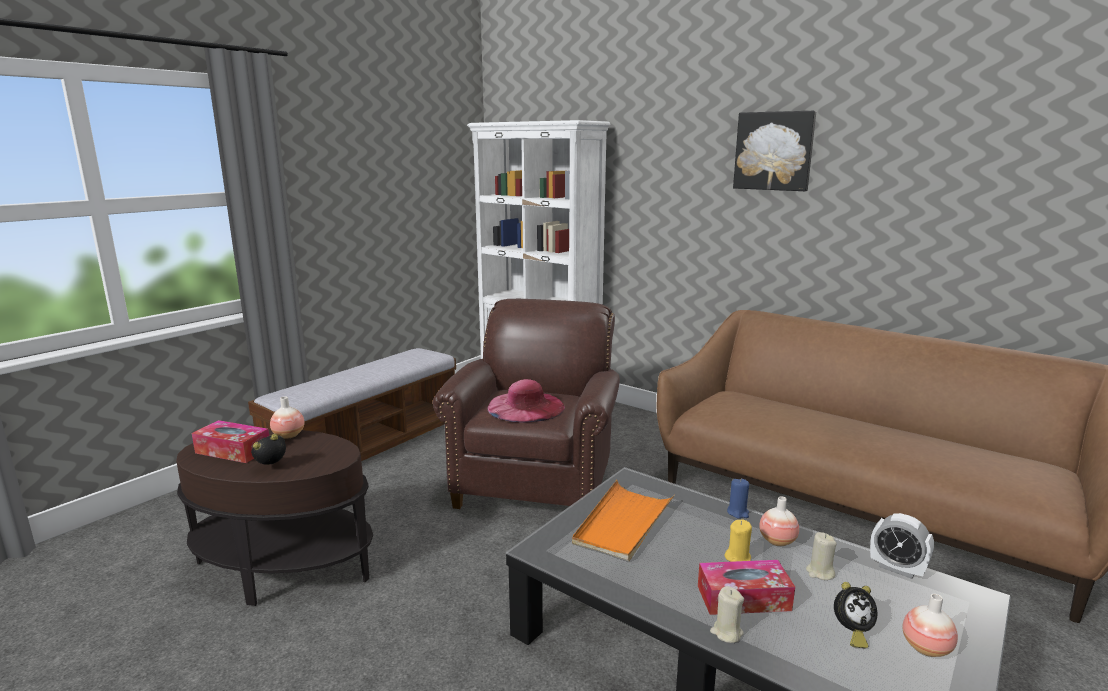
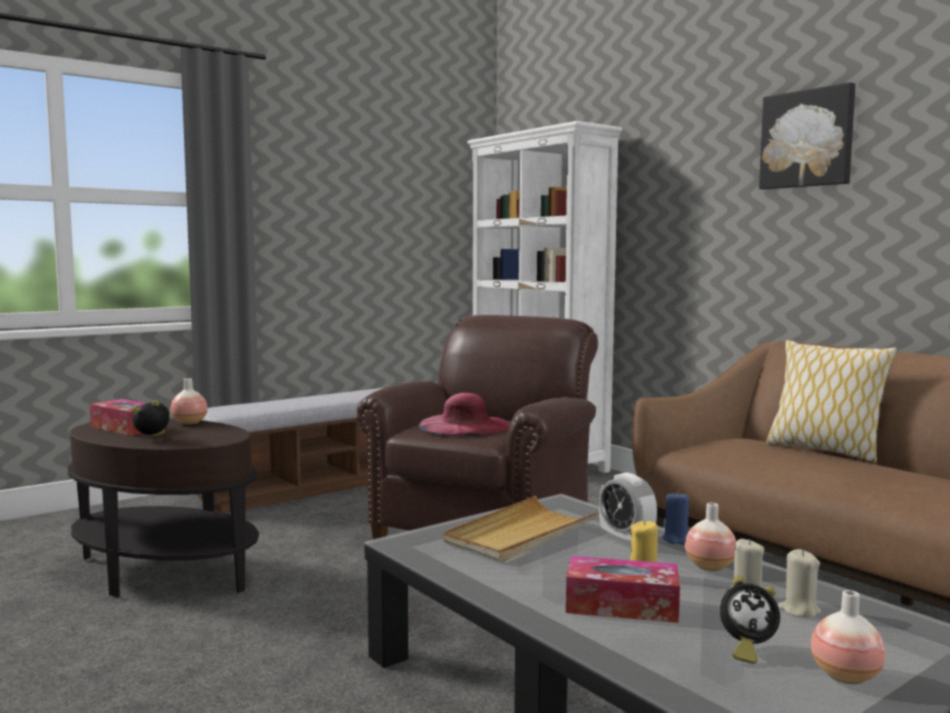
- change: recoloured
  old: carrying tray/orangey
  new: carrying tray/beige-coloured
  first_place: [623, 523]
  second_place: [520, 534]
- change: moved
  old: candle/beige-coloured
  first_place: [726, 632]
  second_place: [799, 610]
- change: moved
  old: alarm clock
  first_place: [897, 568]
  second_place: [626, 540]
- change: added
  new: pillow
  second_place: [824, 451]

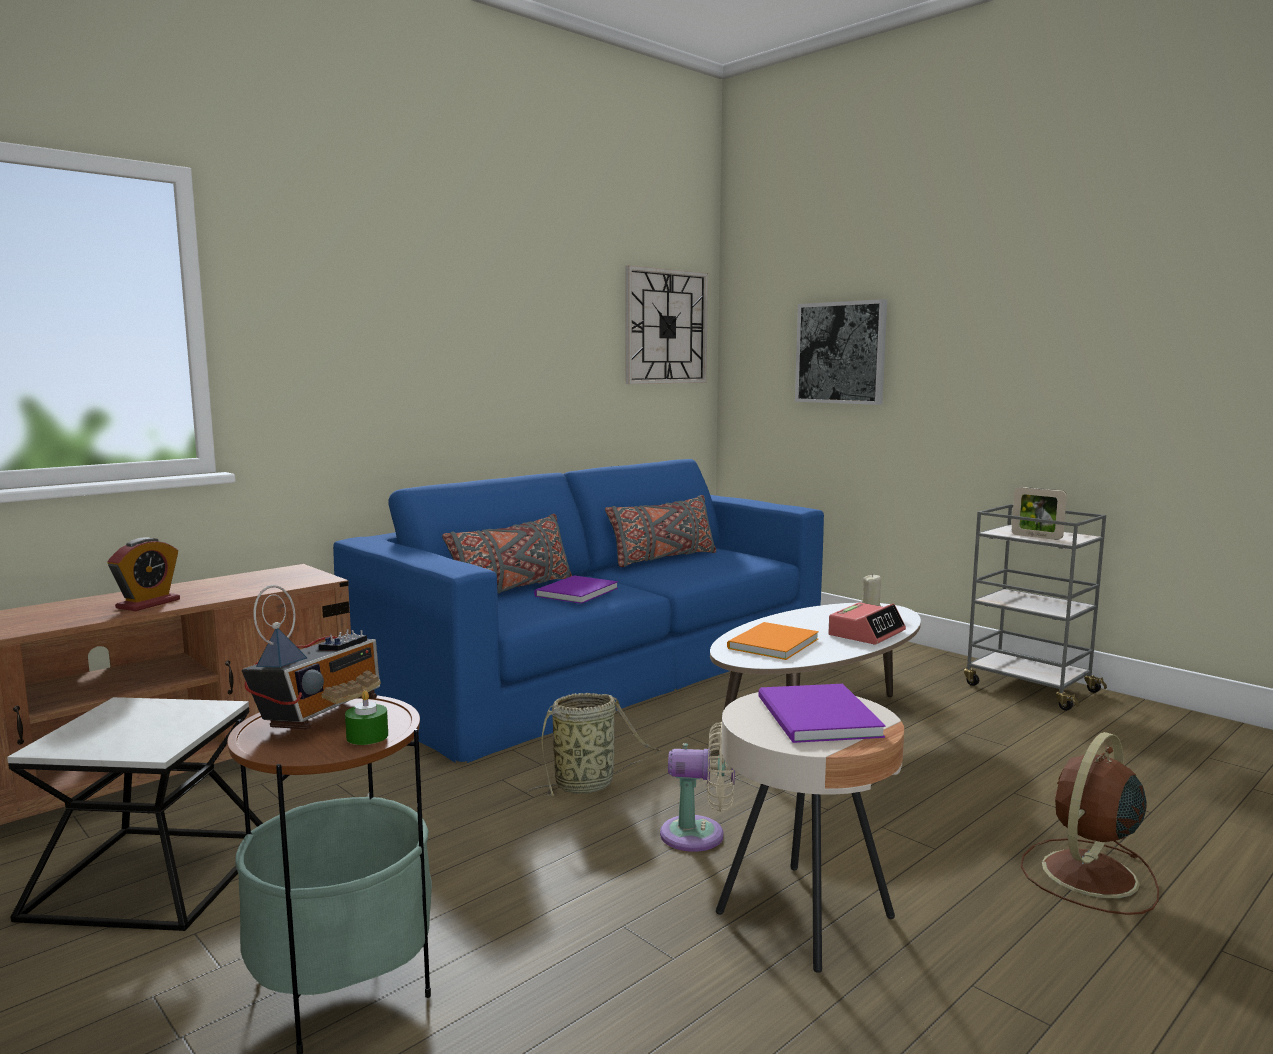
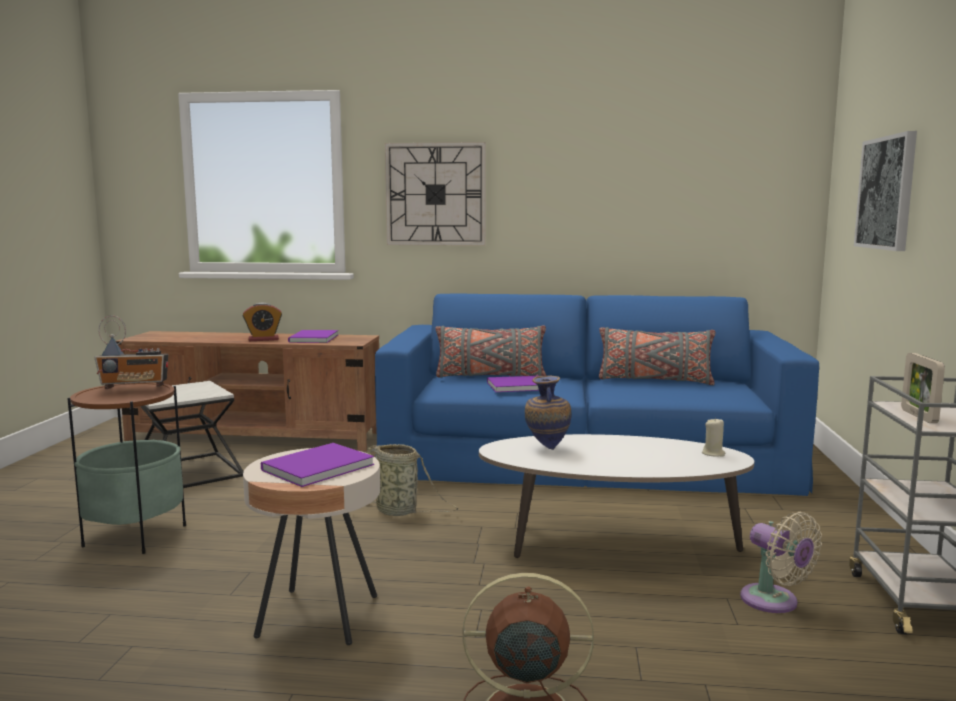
- change: removed
  old: candle/green-coloured
  first_place: [367, 736]
- change: moved
  old: clock on the wall
  first_place: [666, 327]
  second_place: [435, 194]
- change: moved
  old: electric fan/beige-coloured
  first_place: [699, 835]
  second_place: [774, 602]
- change: replaced
  old: bound book/orangey
  new: flower vase
  first_place: [770, 644]
  second_place: [546, 448]
- change: removed
  old: alarm clock
  first_place: [866, 633]
- change: added
  new: bound book/purplish
  second_place: [312, 338]

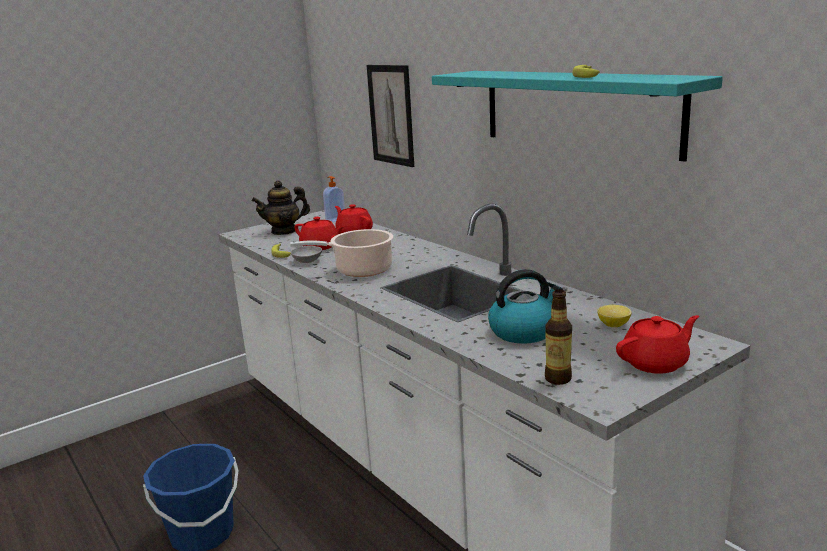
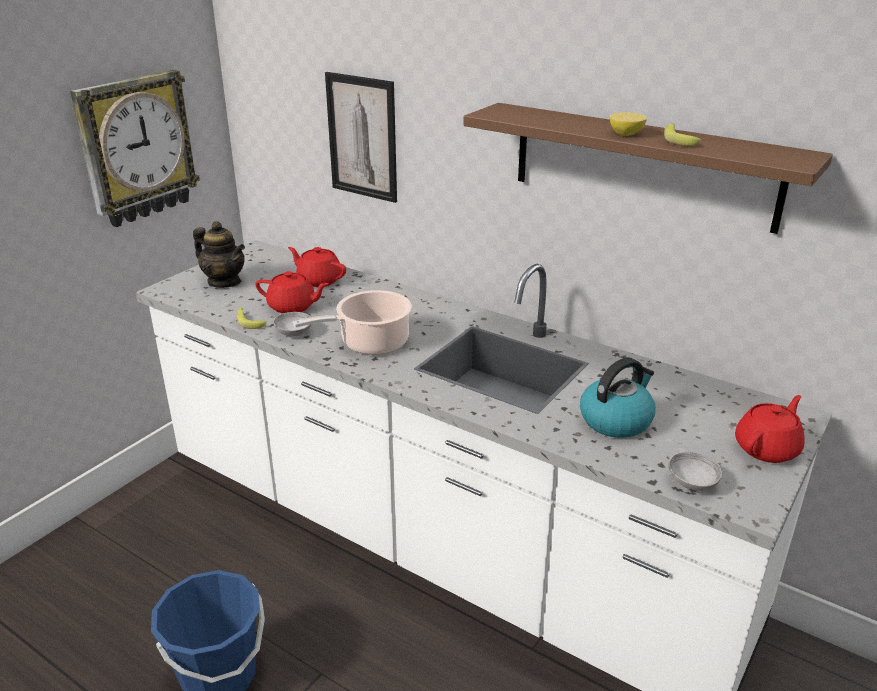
- change: turned
  old: teapot
  first_place: [284, 231]
  second_place: [224, 282]
  degrees: -105
- change: removed
  old: soap bottle
  first_place: [335, 219]
- change: recoloured
  old: bracket shelf/turquoise
  new: bracket shelf/brown-coloured
  first_place: [576, 110]
  second_place: [642, 165]
- change: replaced
  old: bottle
  new: bowl/greyish
  first_place: [558, 379]
  second_place: [692, 482]
- change: moved
  old: lemon
  first_place: [613, 325]
  second_place: [626, 134]
- change: added
  new: clock on the wall
  second_place: [136, 148]

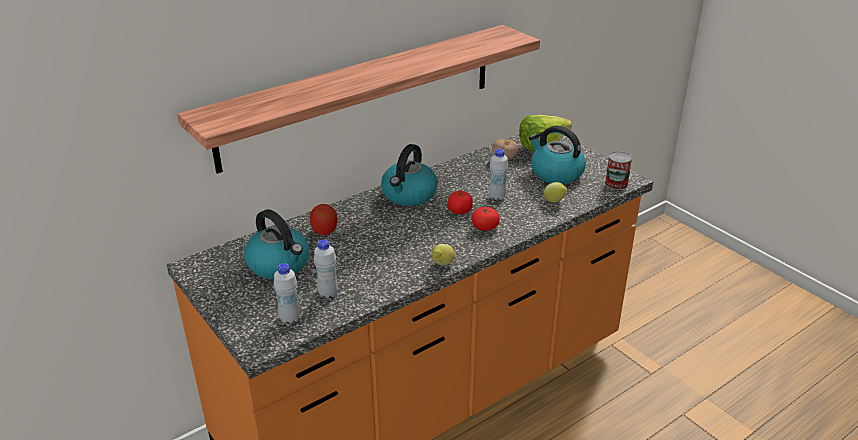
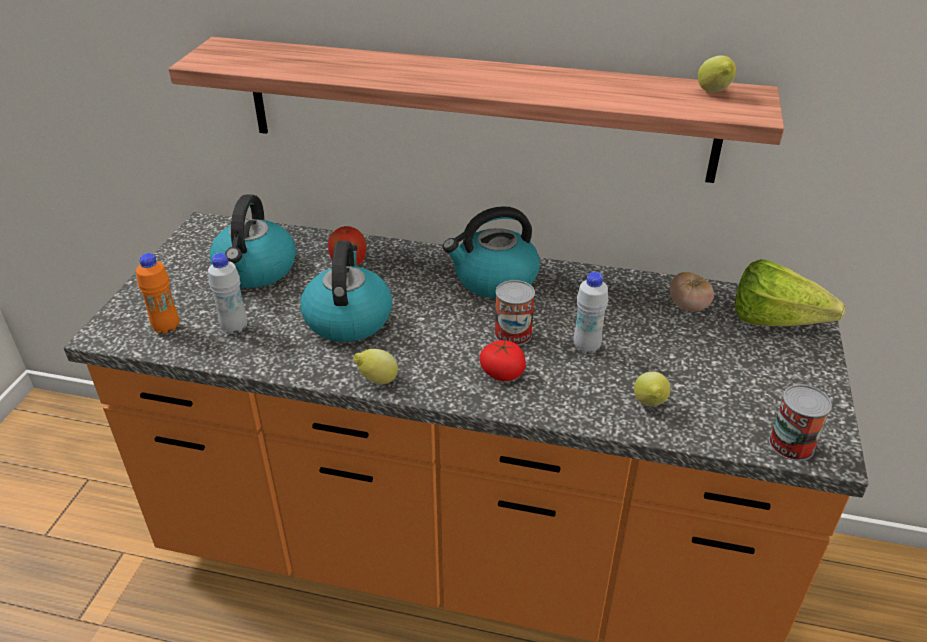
- change: recoloured
  old: bottle/white-coloured
  new: bottle/orangey
  first_place: [290, 319]
  second_place: [166, 327]
- change: replaced
  old: fresh tomato
  new: metal can
  first_place: [460, 210]
  second_place: [513, 333]
- change: moved
  old: tea kettle
  first_place: [555, 173]
  second_place: [348, 318]
- change: added
  new: lemon
  second_place: [714, 93]

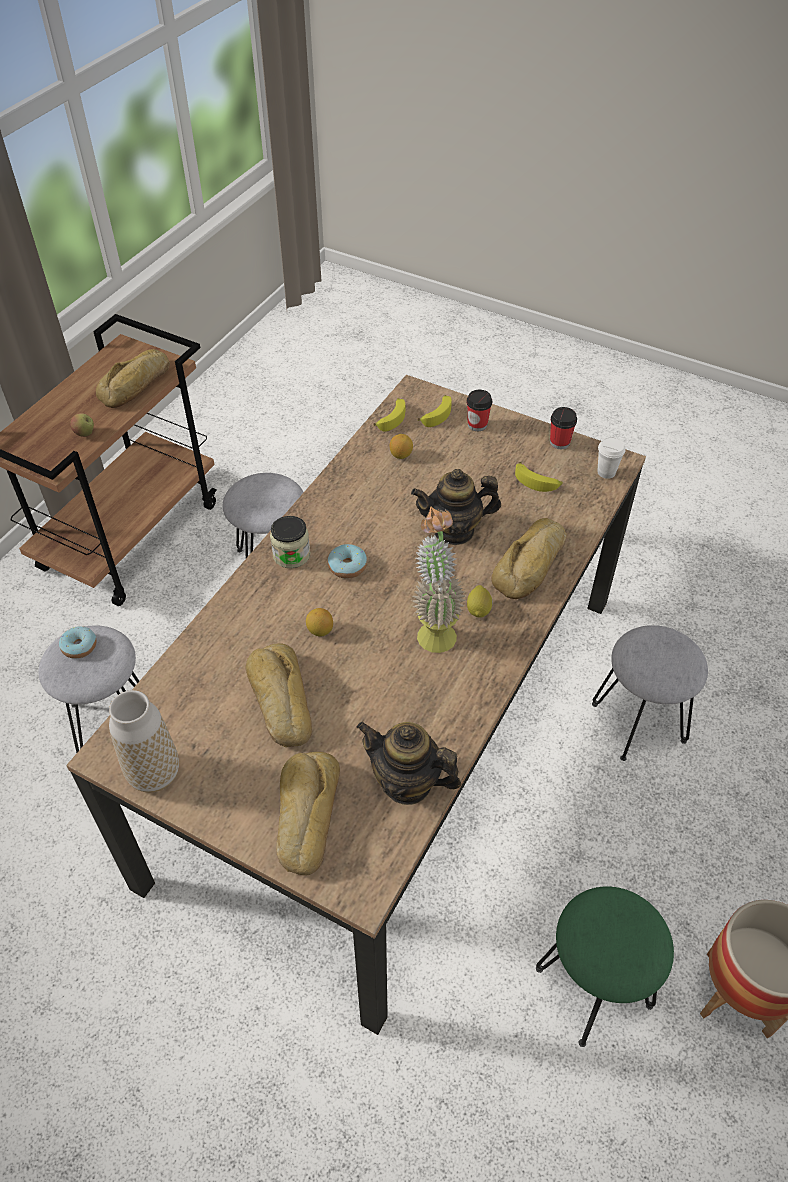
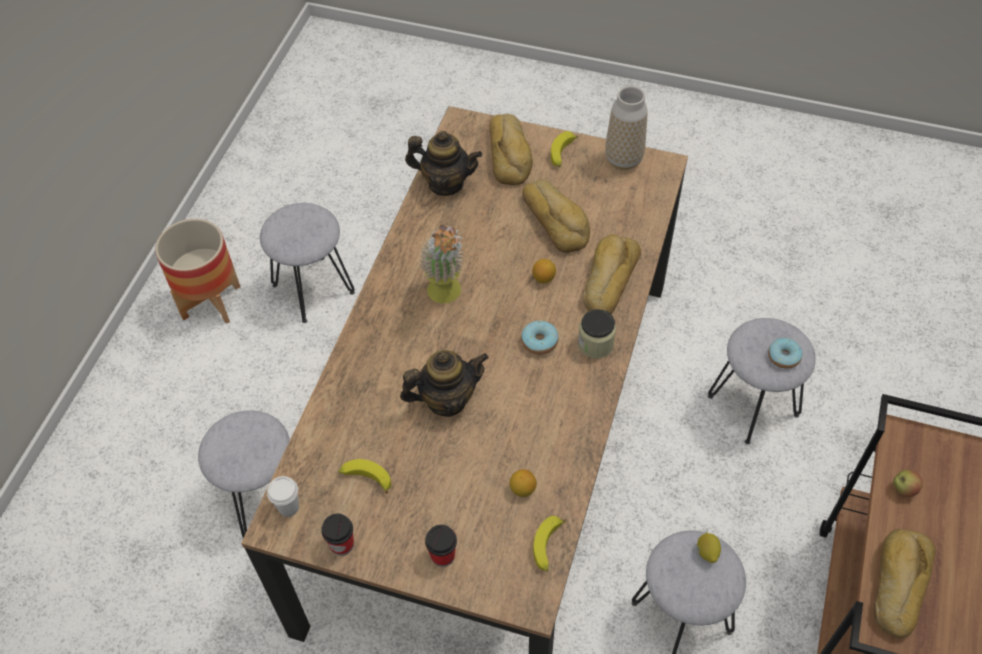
- change: moved
  old: banana fruit
  first_place: [437, 414]
  second_place: [562, 154]
- change: moved
  old: lemon
  first_place: [479, 610]
  second_place: [707, 552]
- change: moved
  old: bakery bread
  first_place: [532, 564]
  second_place: [608, 279]
- change: recoloured
  old: stool seat/green-coloured
  new: stool seat/greyish
  first_place: [594, 988]
  second_place: [313, 288]

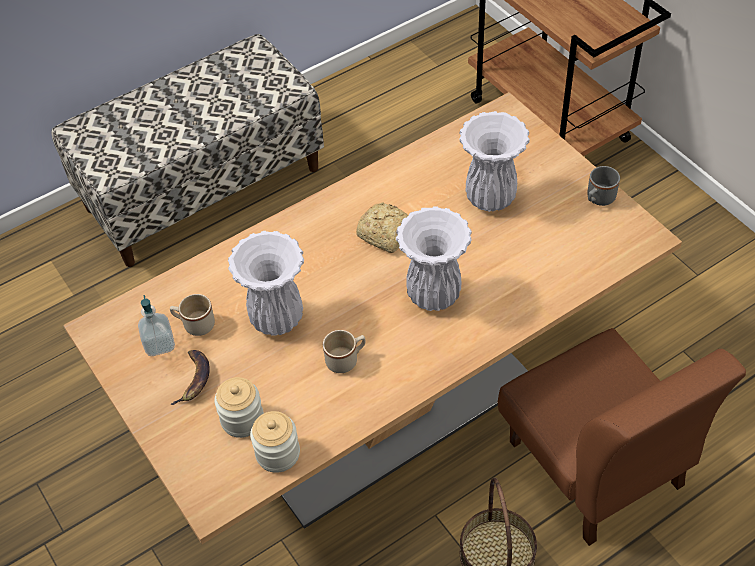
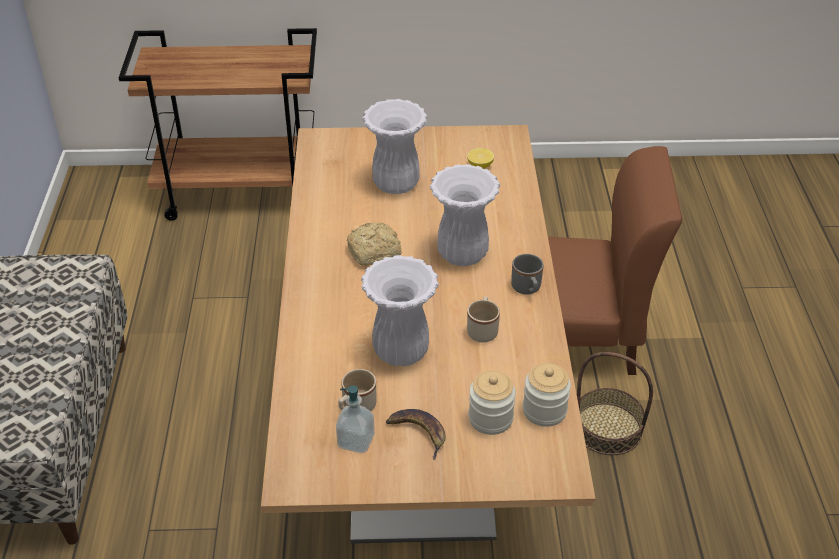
- change: moved
  old: coffee mug/greyish
  first_place: [598, 199]
  second_place: [527, 289]
- change: added
  new: lemon
  second_place: [480, 166]

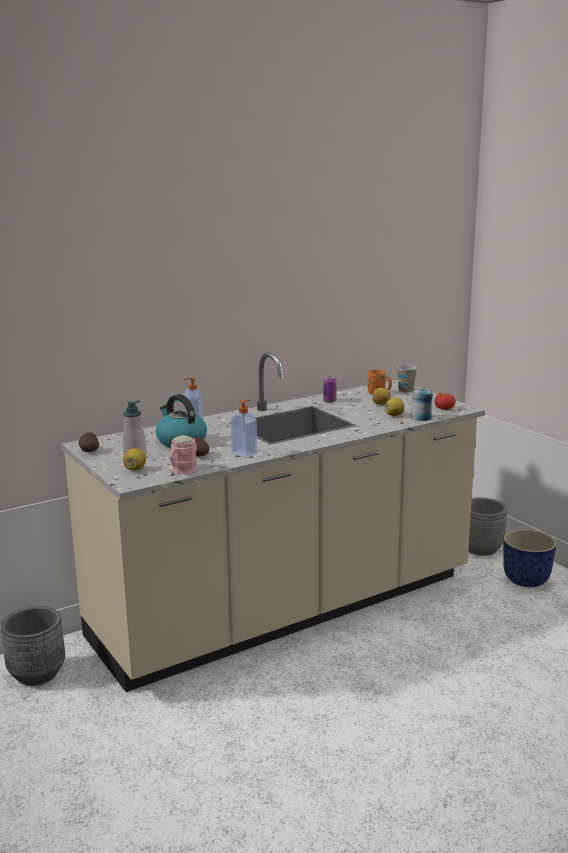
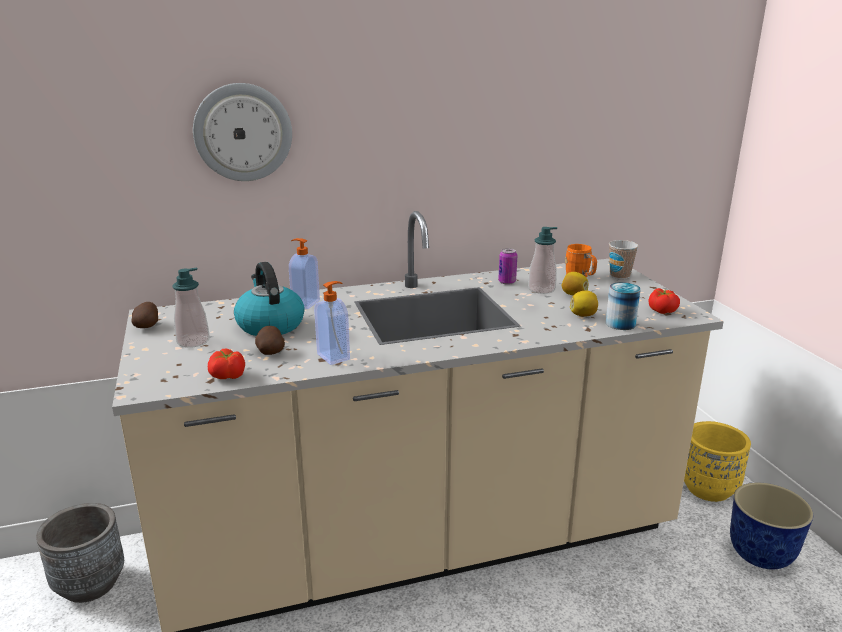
- change: removed
  old: lemon
  first_place: [135, 469]
- change: replaced
  old: coffee mug/pink
  new: fresh tomato
  first_place: [181, 470]
  second_place: [227, 376]
- change: recoloured
  old: planter/greyish
  new: planter/yellow
  first_place: [481, 548]
  second_place: [708, 489]
- change: added
  new: clock on the wall
  second_place: [243, 132]
- change: added
  new: soap bottle
  second_place: [541, 289]

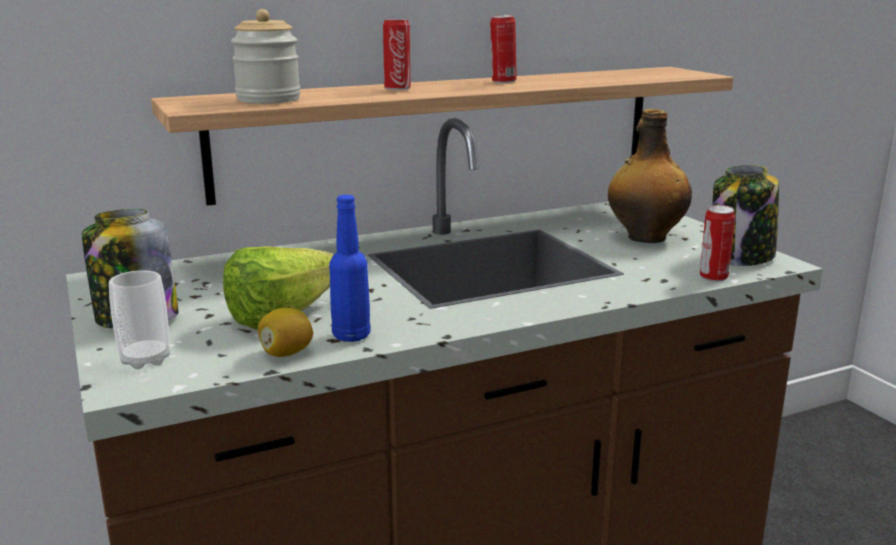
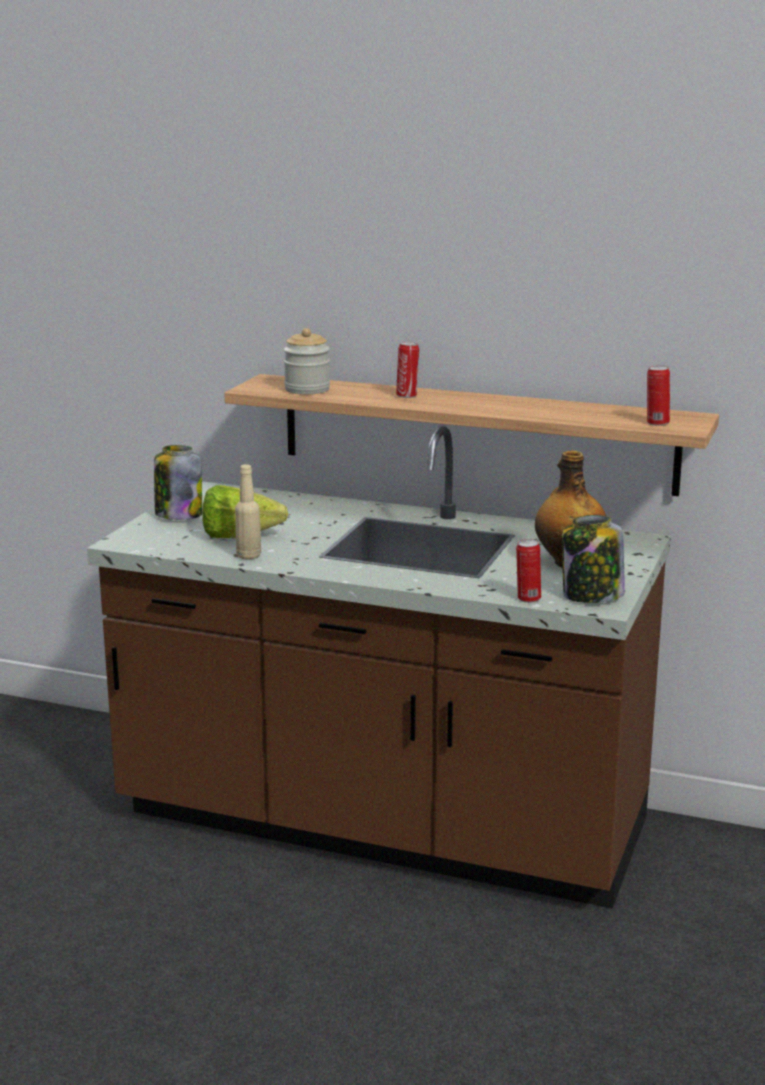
- change: removed
  old: small cup
  first_place: [145, 359]
- change: removed
  old: lemon
  first_place: [286, 353]
- change: recoloured
  old: bottle/blue
  new: bottle/beige-coloured
  first_place: [351, 335]
  second_place: [249, 556]
- change: moved
  old: metal can
  first_place: [502, 82]
  second_place: [656, 423]

